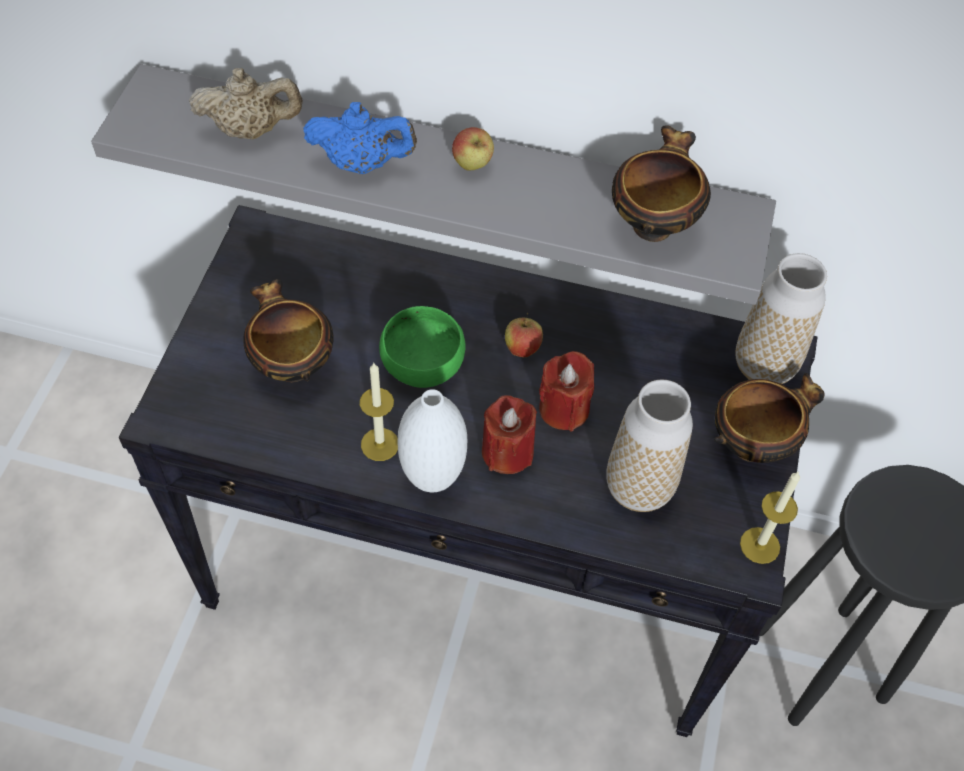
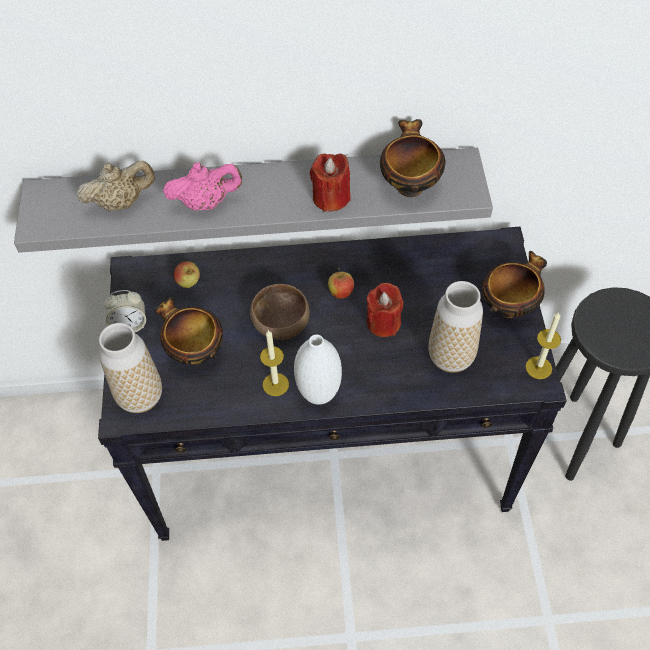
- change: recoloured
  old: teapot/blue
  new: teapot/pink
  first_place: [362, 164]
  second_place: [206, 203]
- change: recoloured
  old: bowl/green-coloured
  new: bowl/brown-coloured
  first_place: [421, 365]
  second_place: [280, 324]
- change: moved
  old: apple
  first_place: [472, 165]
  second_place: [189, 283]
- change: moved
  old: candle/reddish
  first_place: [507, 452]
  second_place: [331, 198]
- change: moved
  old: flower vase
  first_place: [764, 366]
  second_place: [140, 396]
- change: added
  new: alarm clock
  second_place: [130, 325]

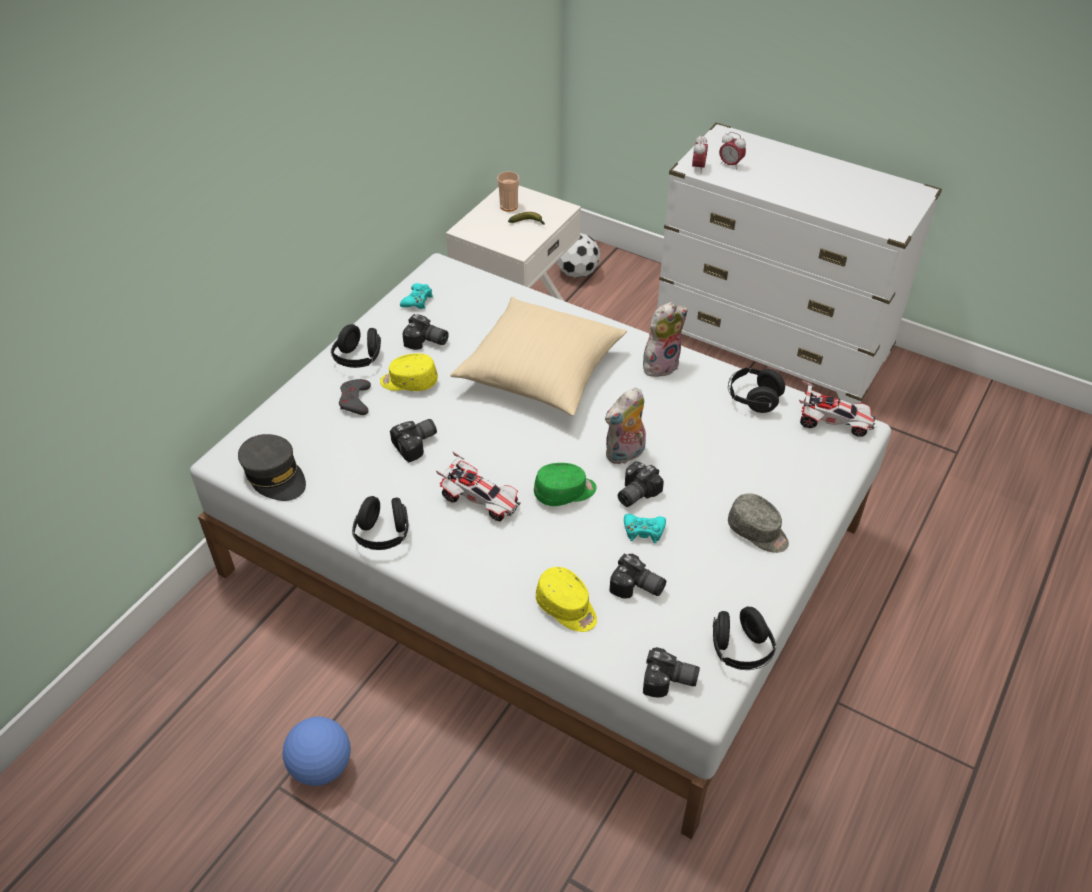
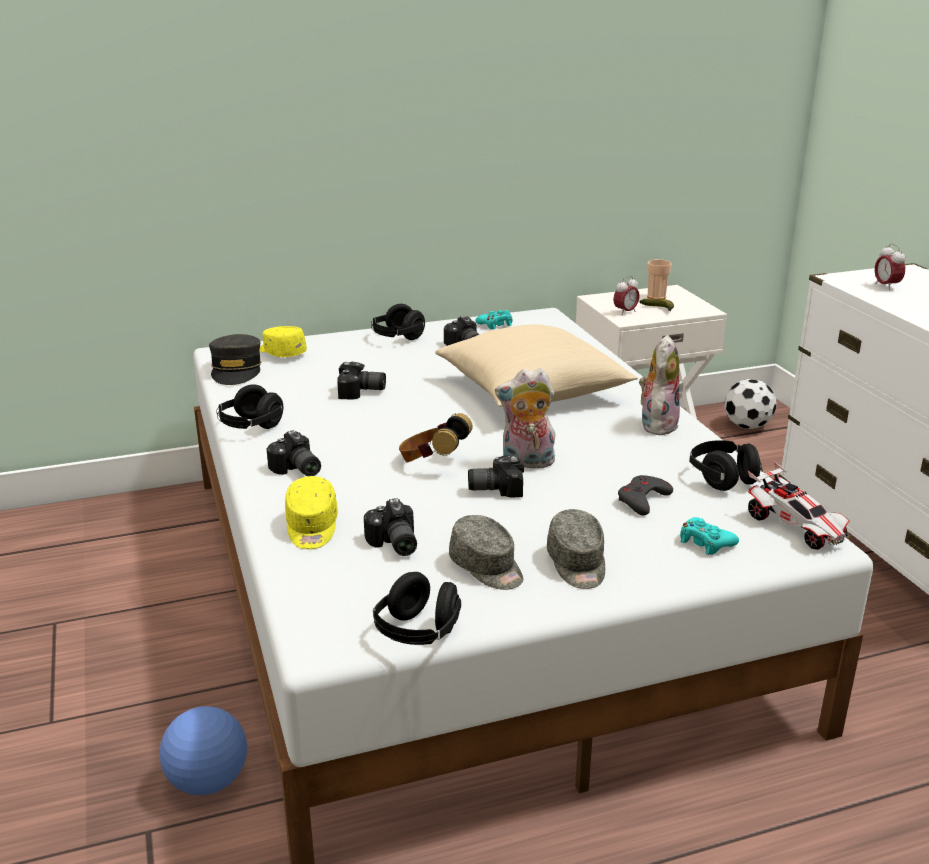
- change: moved
  old: football ball
  first_place: [321, 766]
  second_place: [208, 781]
- change: moved
  old: gamepad/greyish
  first_place: [355, 400]
  second_place: [642, 500]
- change: moved
  old: peaked cap/yellow
  first_place: [409, 382]
  second_place: [281, 352]
- change: removed
  old: miniature car
  first_place: [480, 500]
- change: replaced
  old: peaked cap/green-coloured
  new: pair of headphones
  first_place: [565, 492]
  second_place: [432, 462]
- change: moved
  old: gamepad/turquoise
  first_place: [644, 531]
  second_place: [705, 542]
- change: turned
  old: cuddly toy
  first_place: [660, 364]
  second_place: [656, 424]
  degrees: -75
- change: moved
  old: still camera
  first_place: [669, 682]
  second_place: [296, 470]
- change: moved
  old: alarm clock
  first_place: [698, 168]
  second_place: [625, 312]
- change: added
  new: peaked cap/greyish
  second_place: [487, 568]

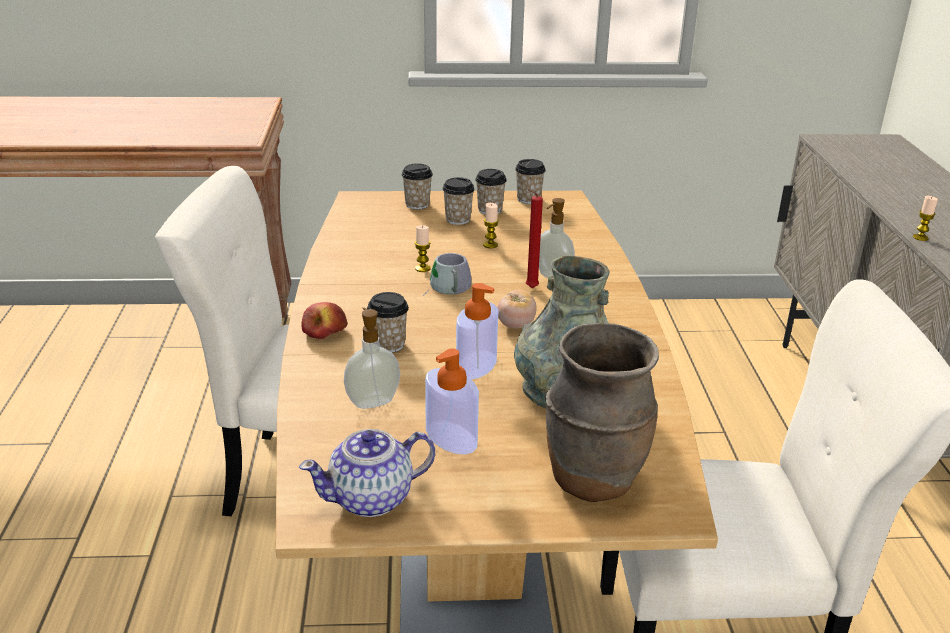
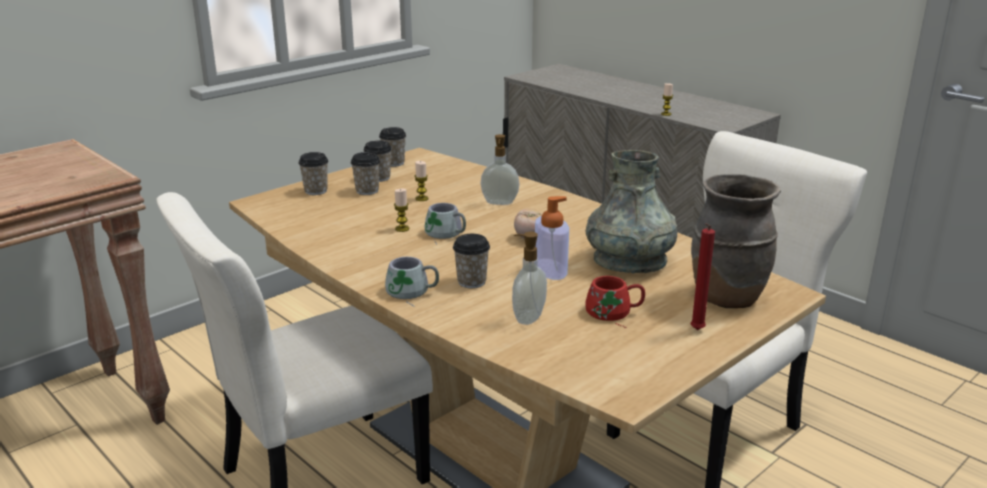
- change: removed
  old: teapot
  first_place: [372, 498]
- change: replaced
  old: apple
  new: coffee mug/greyish
  first_place: [325, 332]
  second_place: [411, 293]
- change: replaced
  old: soap bottle
  new: coffee mug/reddish
  first_place: [451, 437]
  second_place: [614, 314]
- change: moved
  old: candle/reddish
  first_place: [529, 288]
  second_place: [696, 331]

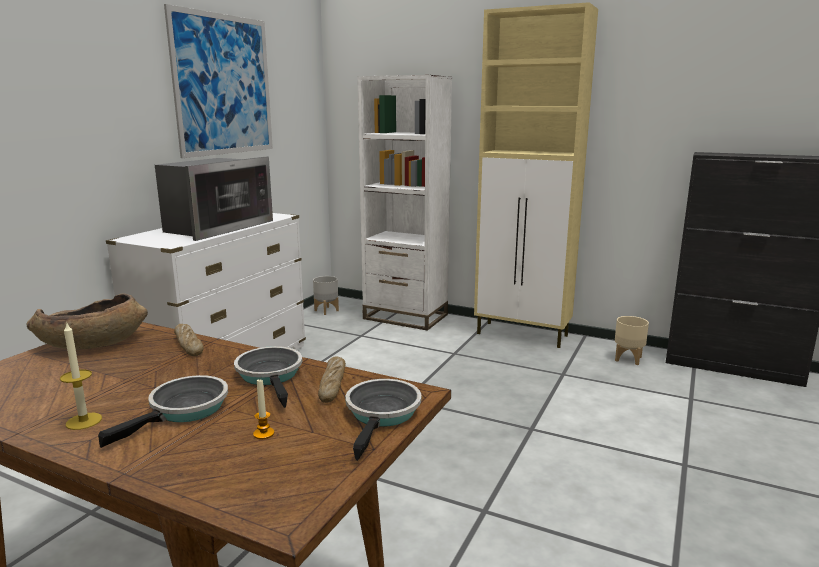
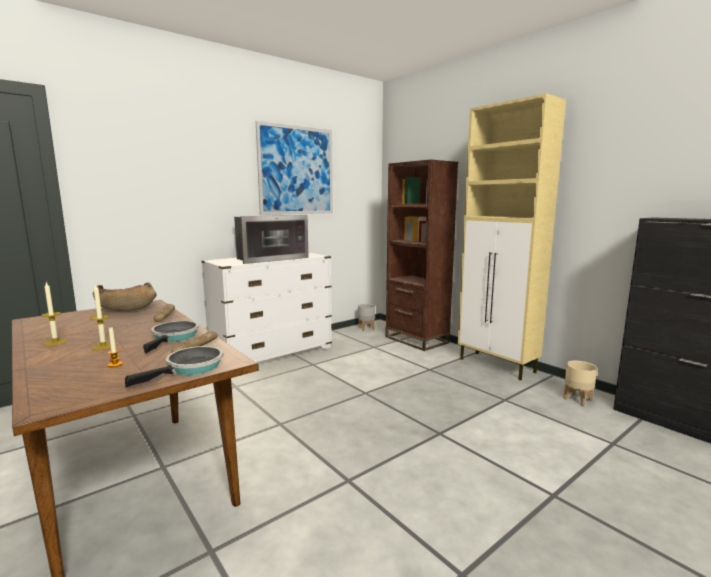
- change: replaced
  old: skillet
  new: candle
  first_place: [184, 410]
  second_place: [103, 346]
- change: recoloured
  old: bookcase/white-coloured
  new: bookcase/brown-coloured
  first_place: [405, 317]
  second_place: [416, 340]

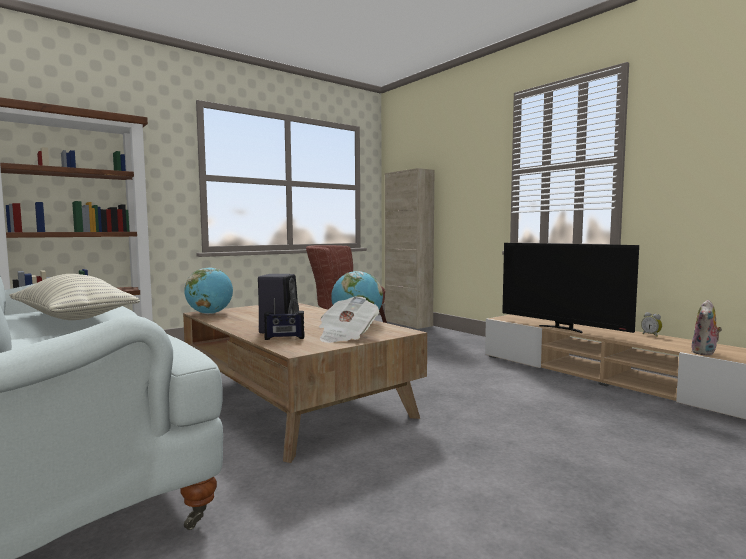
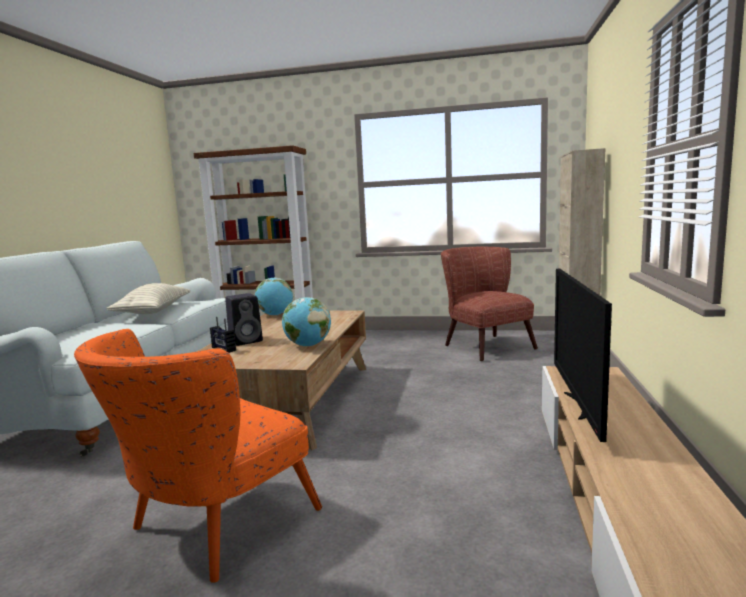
- change: removed
  old: printed paper
  first_place: [346, 336]
- change: removed
  old: alarm clock
  first_place: [651, 335]
- change: removed
  old: cuddly toy
  first_place: [705, 353]
- change: added
  new: armchair/orangey
  second_place: [210, 528]

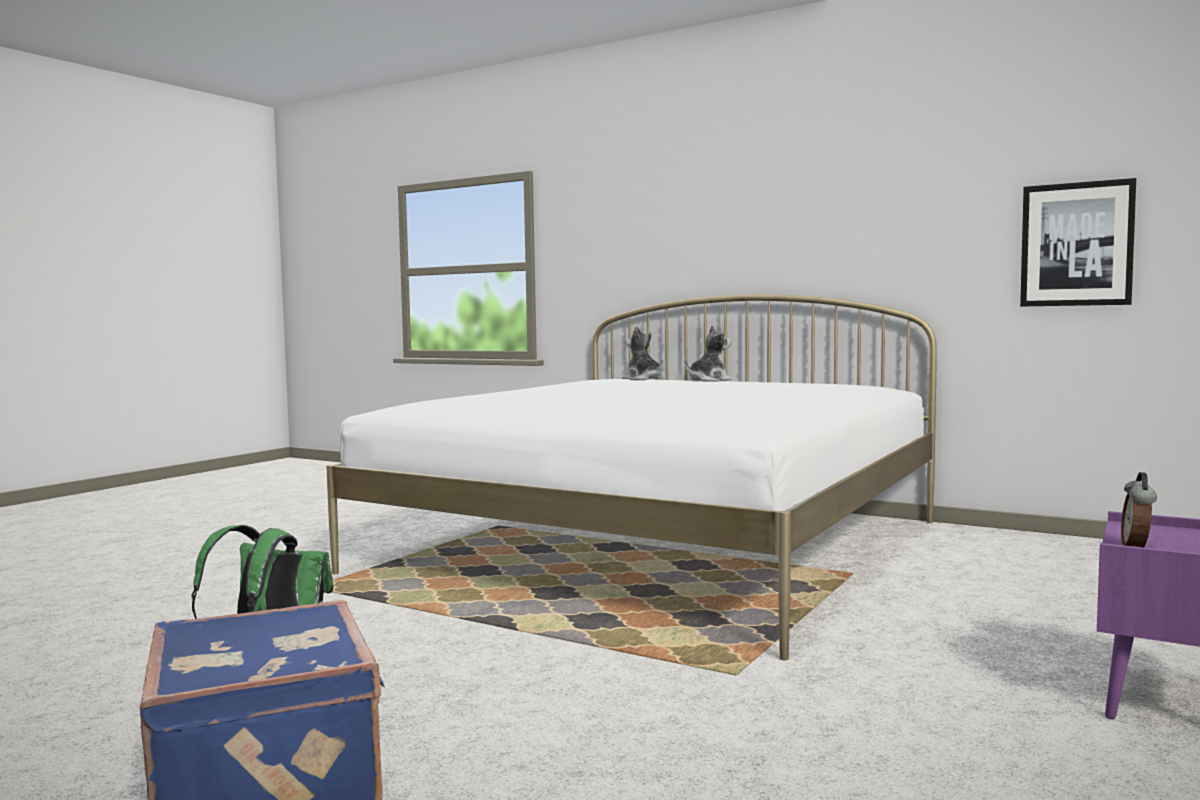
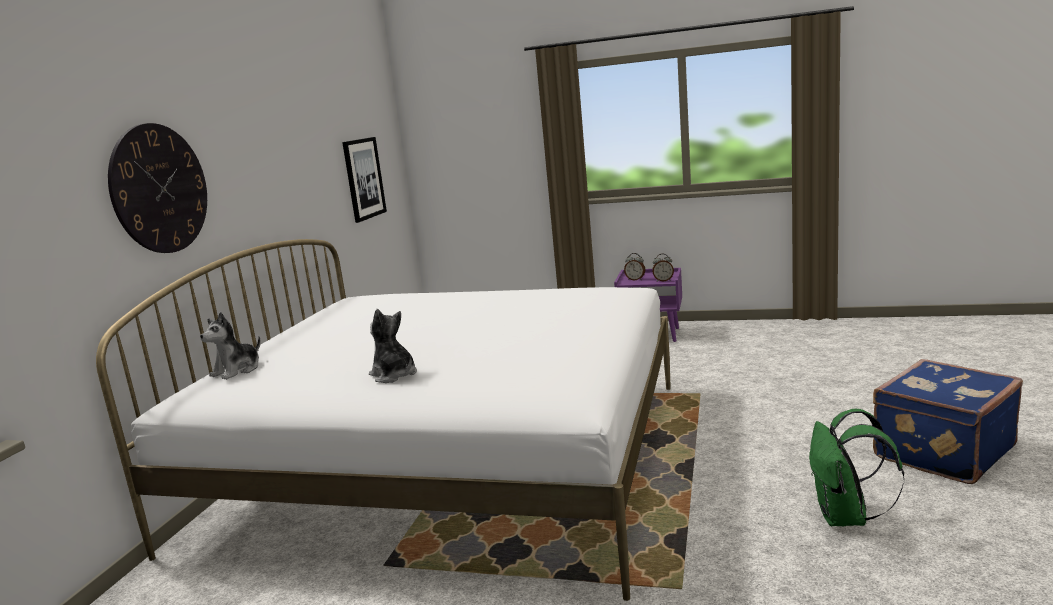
- change: moved
  old: cuddly toy
  first_place: [708, 380]
  second_place: [394, 375]
- change: added
  new: clock on the wall
  second_place: [159, 189]
- change: added
  new: alarm clock
  second_place: [635, 279]

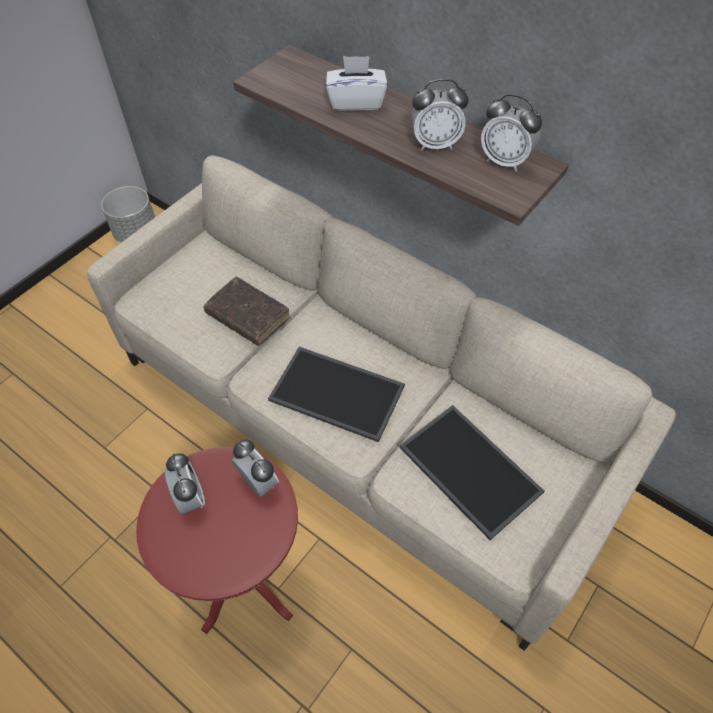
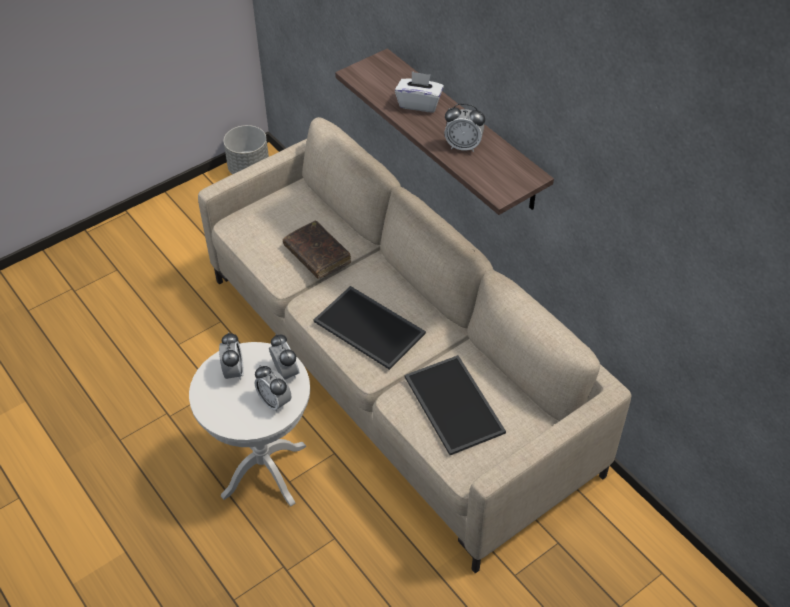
- change: recoloured
  old: accent table/reddish
  new: accent table/white-coloured
  first_place: [244, 582]
  second_place: [264, 471]
- change: moved
  old: alarm clock
  first_place: [505, 161]
  second_place: [274, 402]

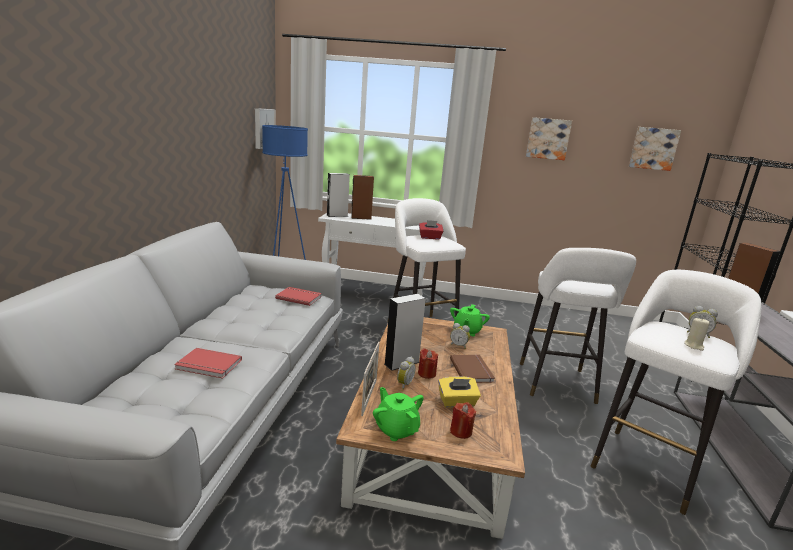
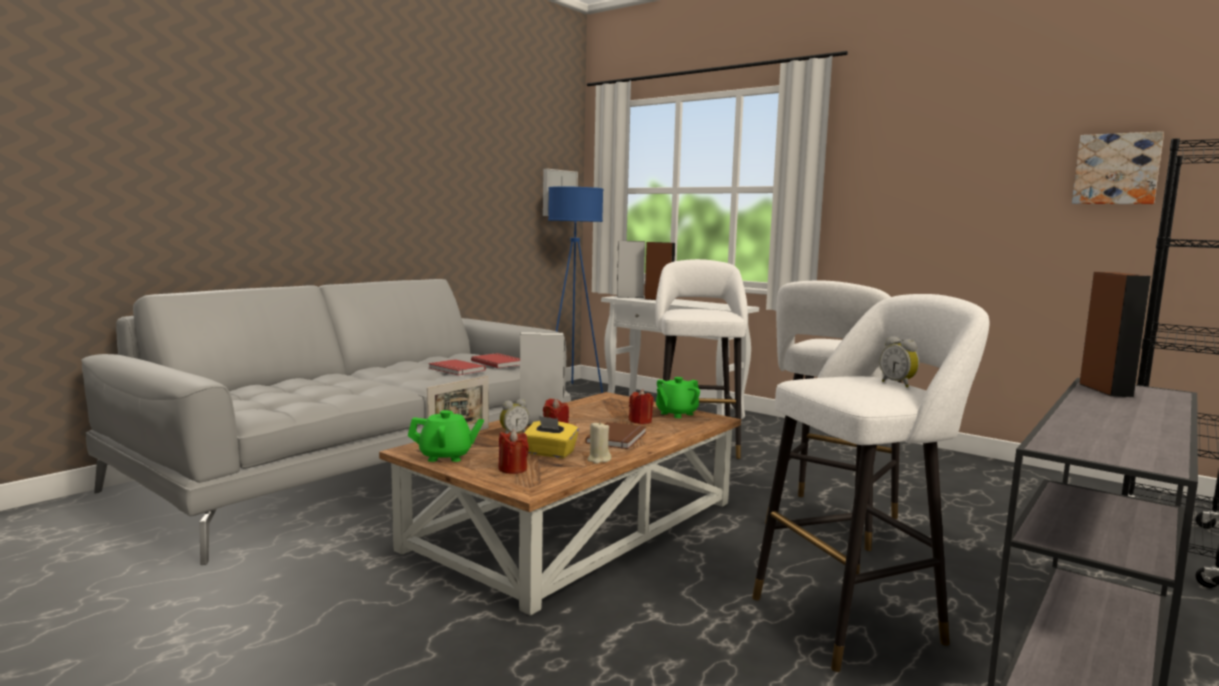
- change: moved
  old: bound book/reddish
  first_place: [208, 365]
  second_place: [455, 370]
- change: turned
  old: teapot/green-coloured
  first_place: [396, 429]
  second_place: [446, 456]
  degrees: 90
- change: removed
  old: box of tissues/reddish
  first_place: [430, 237]
- change: replaced
  old: alarm clock
  new: candle/reddish
  first_place: [459, 345]
  second_place: [640, 421]
- change: removed
  old: wall picture
  first_place: [548, 138]
- change: moved
  old: candle/beige-coloured
  first_place: [694, 346]
  second_place: [598, 460]

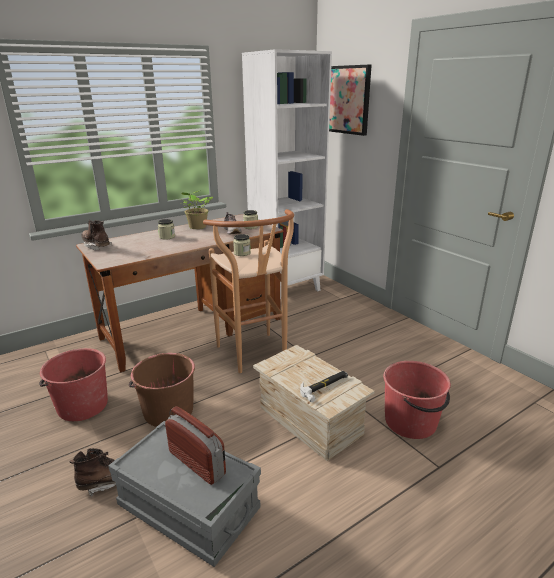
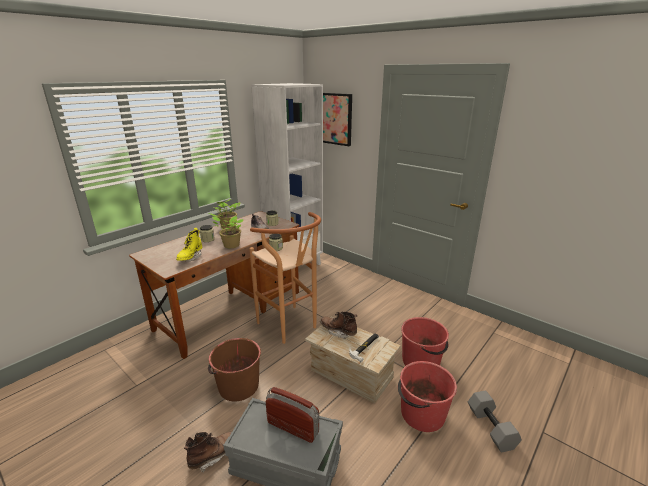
- change: moved
  old: pail/reddish
  first_place: [82, 405]
  second_place: [421, 414]
- change: moved
  old: boot/brown-coloured
  first_place: [96, 246]
  second_place: [338, 331]
- change: added
  new: boot/yellow
  second_place: [190, 258]
- change: added
  new: plant in a pot
  second_place: [230, 245]
- change: added
  new: hand weight/greyish
  second_place: [489, 427]

